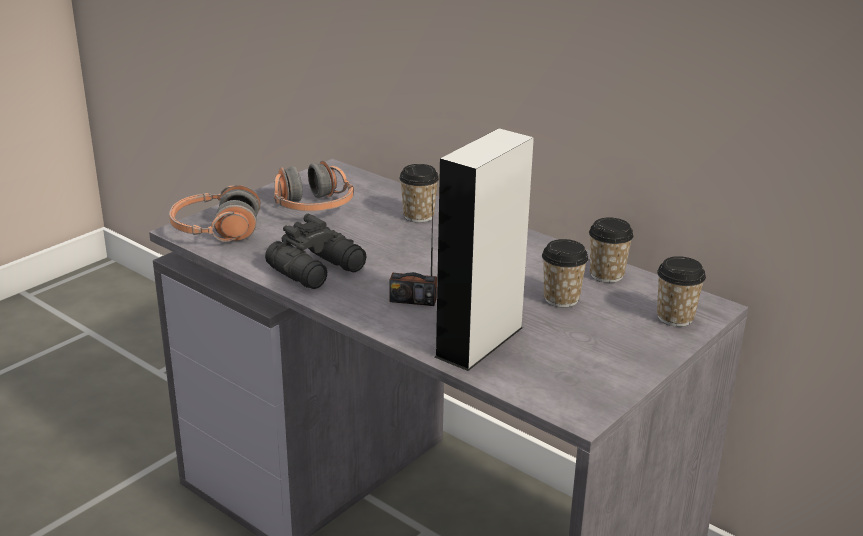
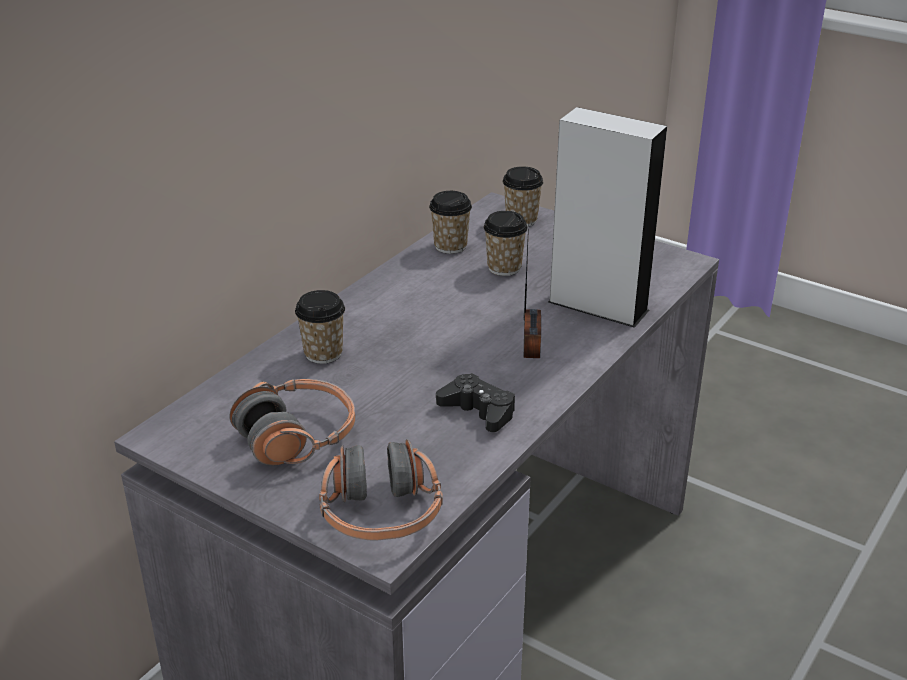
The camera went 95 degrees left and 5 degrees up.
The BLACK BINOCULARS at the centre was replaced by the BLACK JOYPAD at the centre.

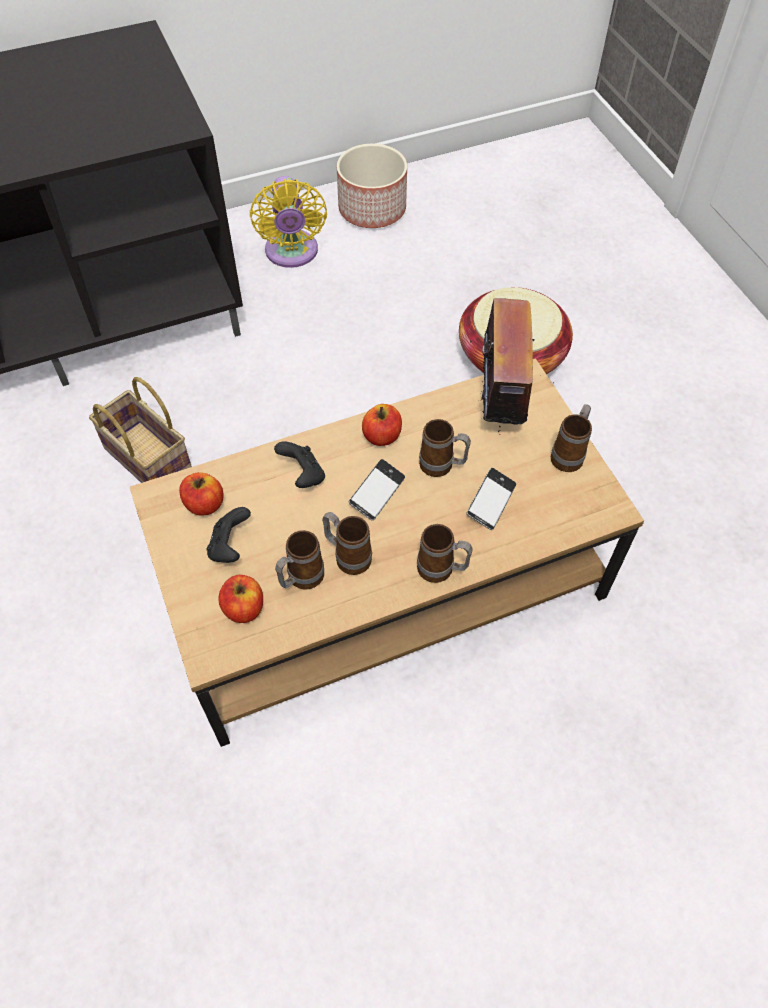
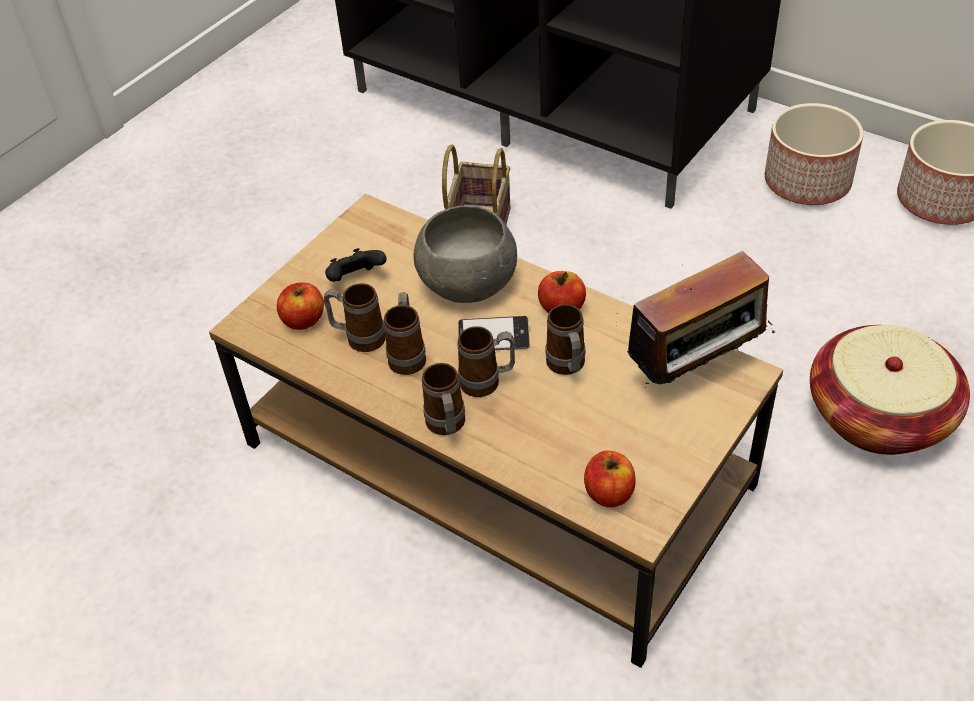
The camera went 60 degrees right and 10 degrees down.
The TELEPHONE (2nd from left) at the centre disappeared.
The APPLE (1st from left in the first image) moved from the middle left to the bottom centre.
The TEA MUG (5th from left in the first image) moved from the middle right to the centre.
The YELLOW-COLOURED FAN at the top centre was replaced by the PLANT POT (1st from left) at the top right.
The BLACK JOYPAD (2nd from left) at the centre was replaced by the GREYISH DEEP DISH at the centre.

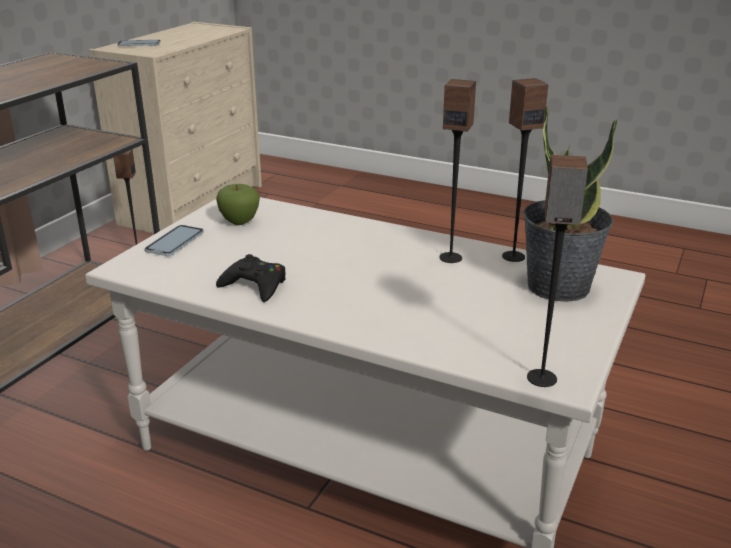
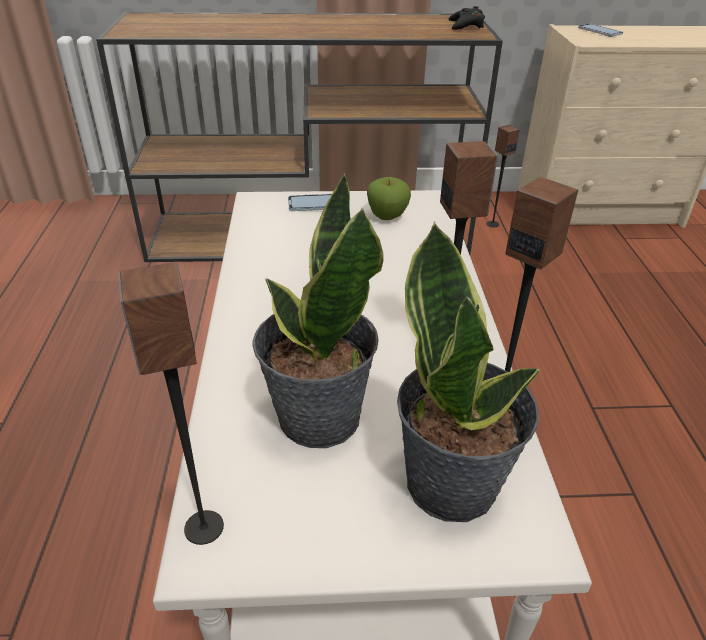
The camera went 60 degrees right and 10 degrees up.
The HOUSEPLANT (1st from left) at the centre appeared.
The BLACK JOYPAD moved from the centre to the top centre.

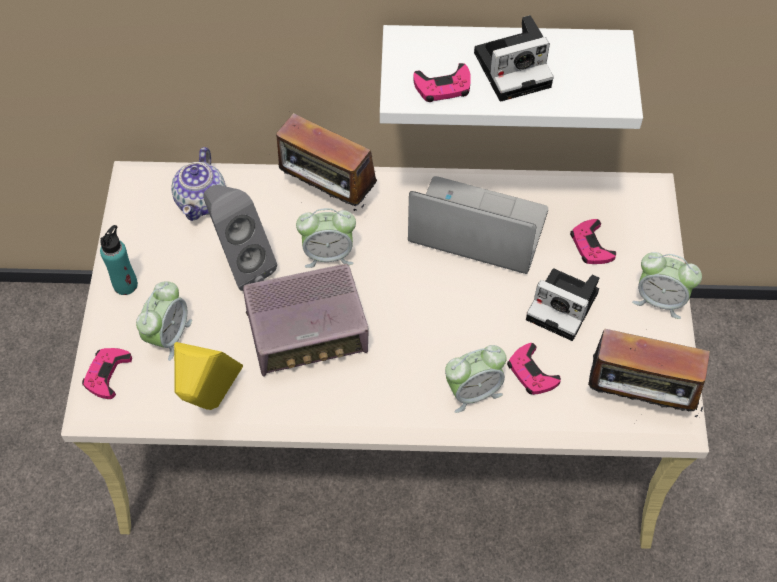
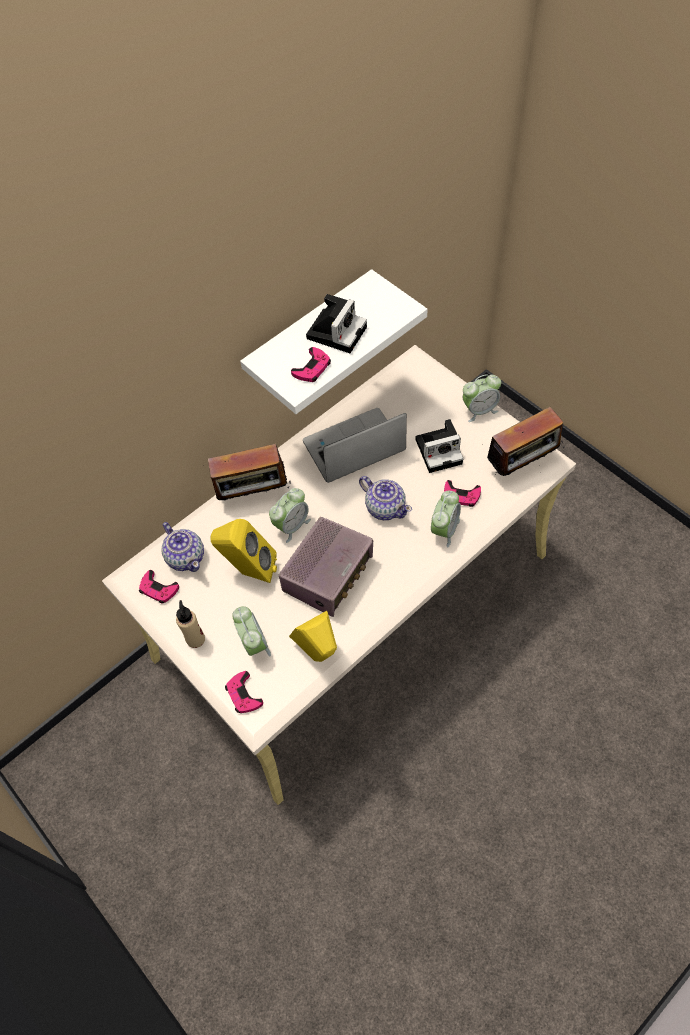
The camera went 40 degrees left and 0 degrees up.
The TEAPOT (2nd from left) at the centre appeared.
The PINK-COLOURED JOYPAD (4th from left in the first image) moved from the middle right to the middle left.
The BLUE-GREEN BOTTLE at the middle left became the BEIGE-COLOURED BOTTLE at the middle left.
The GREYISH SPEAKER at the middle left became the YELLOW-COLOURED SPEAKER (1st from left) at the centre.

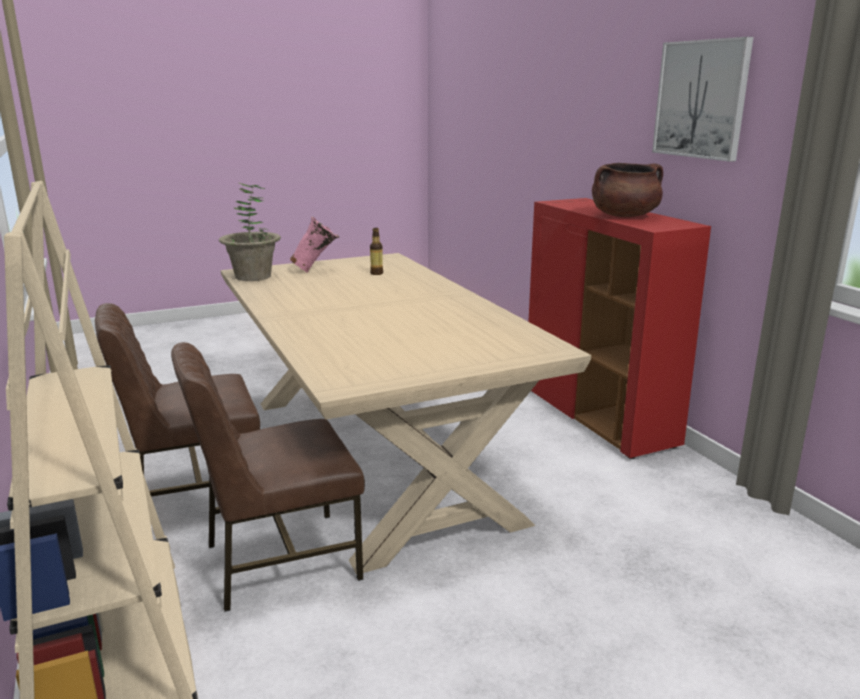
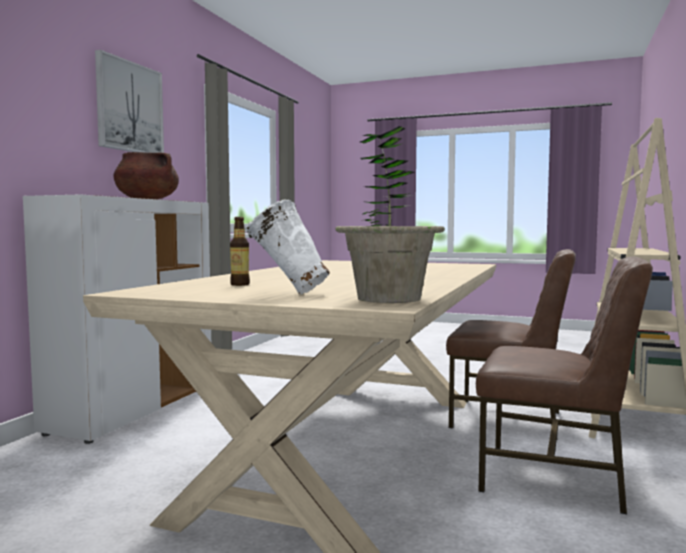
The camera went 135 degrees left and 15 degrees down.
The PINK-COLOURED VASE at the centre became the WHITISH VASE at the centre.
The REDDISH CUPBOARD at the middle right became the WHITISH CUPBOARD at the middle left.

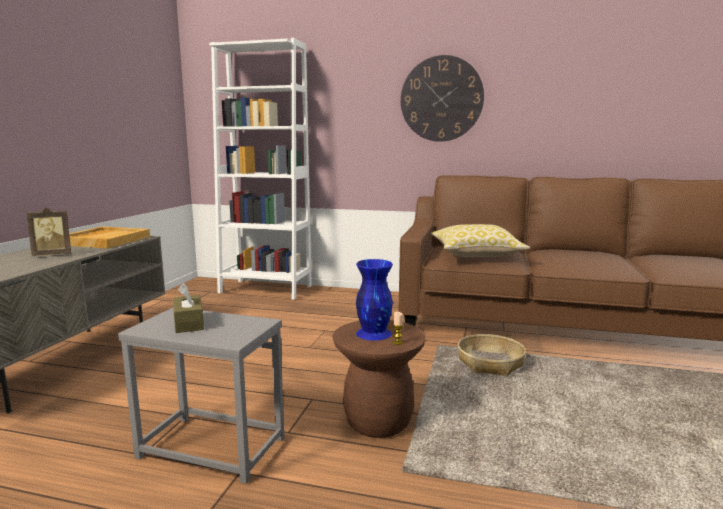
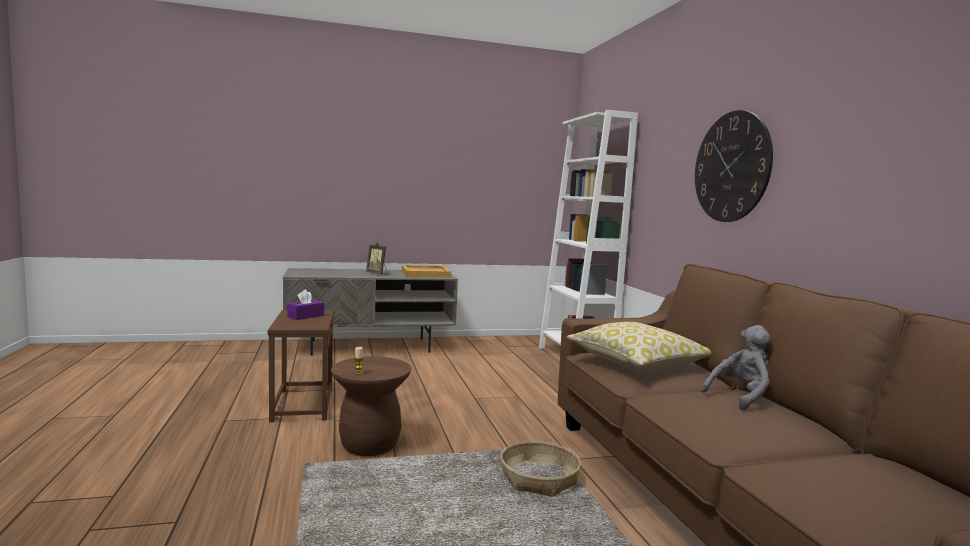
The camera went 60 degrees right and 5 degrees down.
The BLUISH VASE at the centre disappeared.
The GREYISH PLUSH TOY at the bottom right appeared.
The GREYISH ACCENT TABLE at the bottom left became the BROWN ACCENT TABLE at the bottom left.
The BROWN TISSUE BOX at the middle left became the PURPLE TISSUE BOX at the middle left.

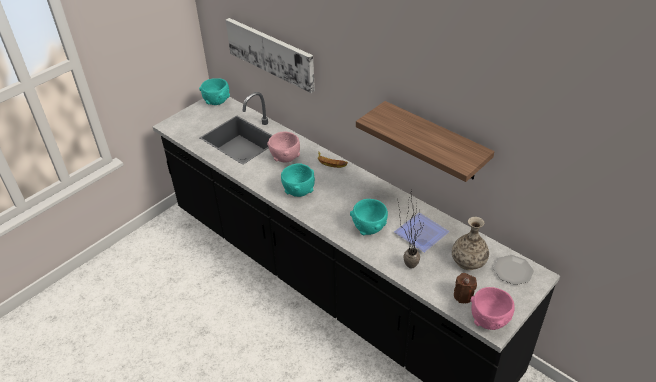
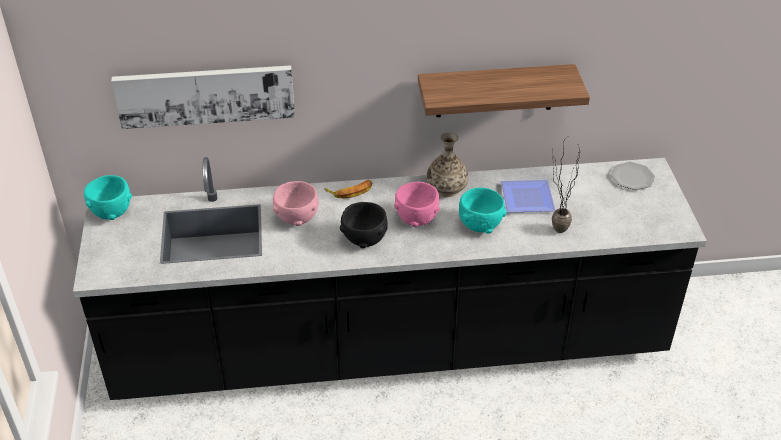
The camera went 50 degrees left and 0 degrees up.
The BROWN CANDLE at the bottom right disappeared.
The VASE moved from the middle right to the centre.
The PINK-COLOURED DEEP DISH (2nd from left) moved from the bottom right to the centre.
The BLUE-GREEN DEEP DISH (2nd from left) at the centre became the BLACK DEEP DISH at the centre.

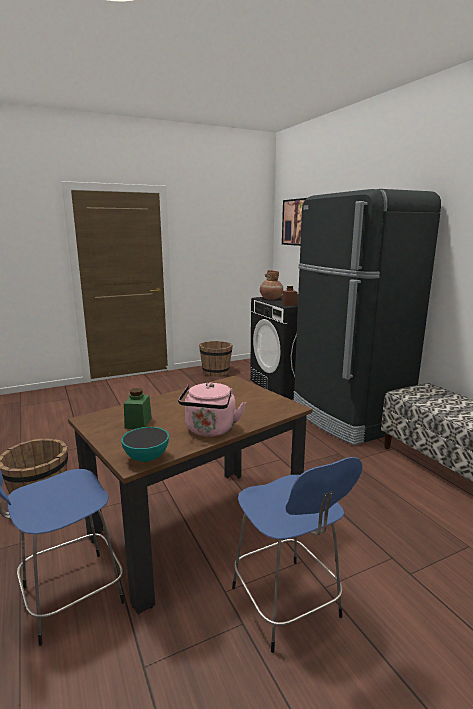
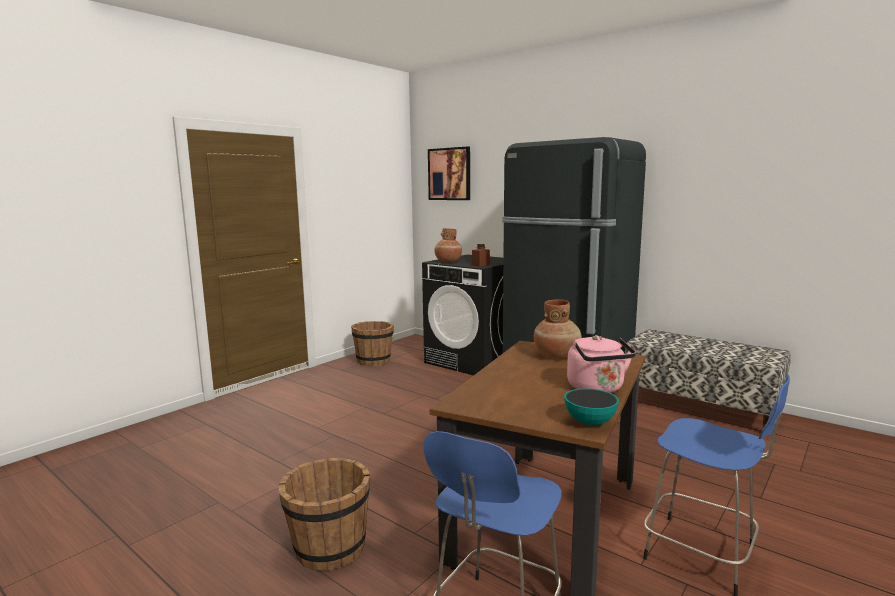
The camera went 25 degrees left and 5 degrees down.
The GREEN PRESERVE JAR at the middle left disappeared.
The BROWN VASE (2nd from left) at the centre appeared.

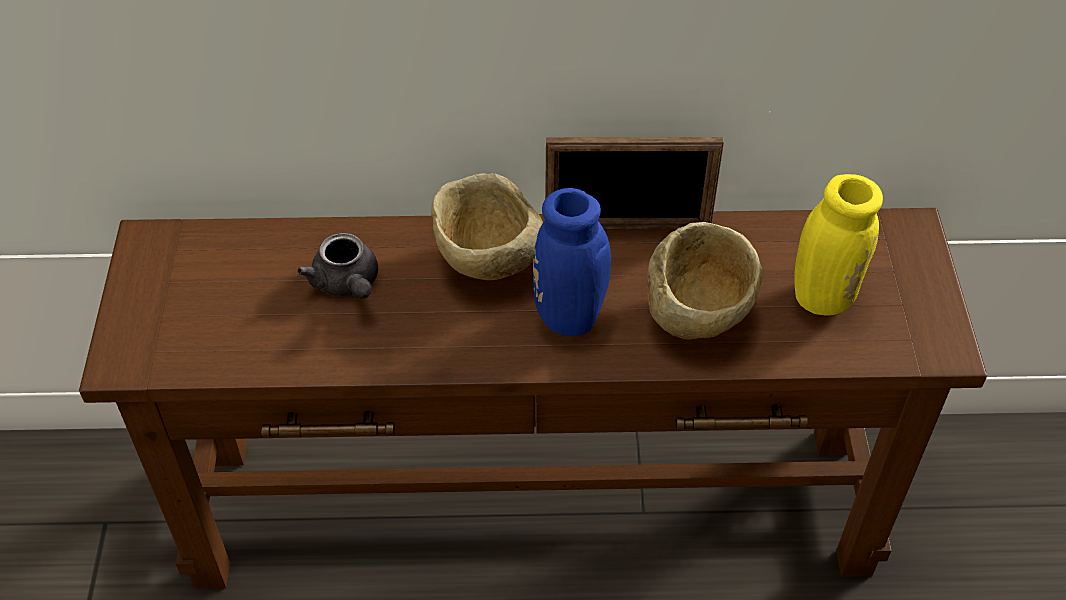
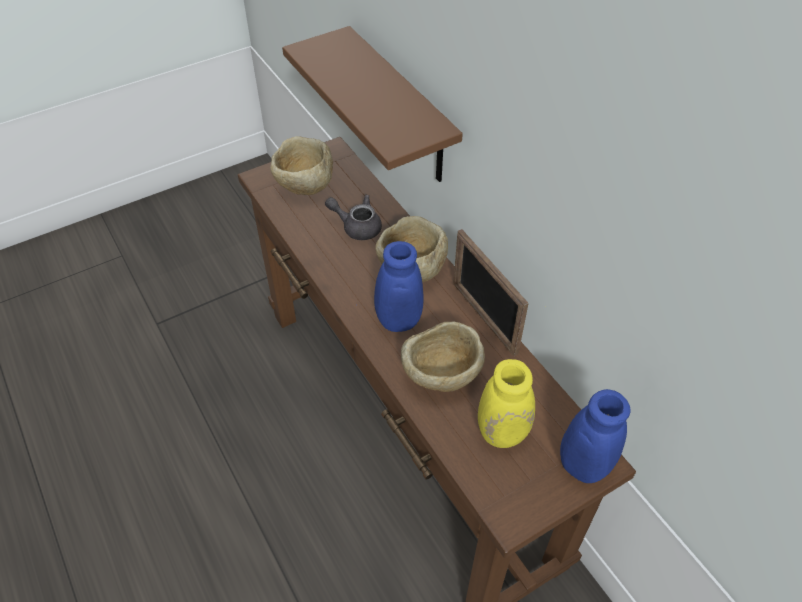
The camera went 60 degrees right and 0 degrees up.
The BEIGE-COLOURED DEEP DISH (1st from left) at the top centre appeared.
The BROWN BRACKET SHELF at the top centre appeared.
The BLUISH VASE (2nd from left) at the bottom right appeared.
The GREYISH TEAPOT at the middle left turned 75 degrees clockwise.

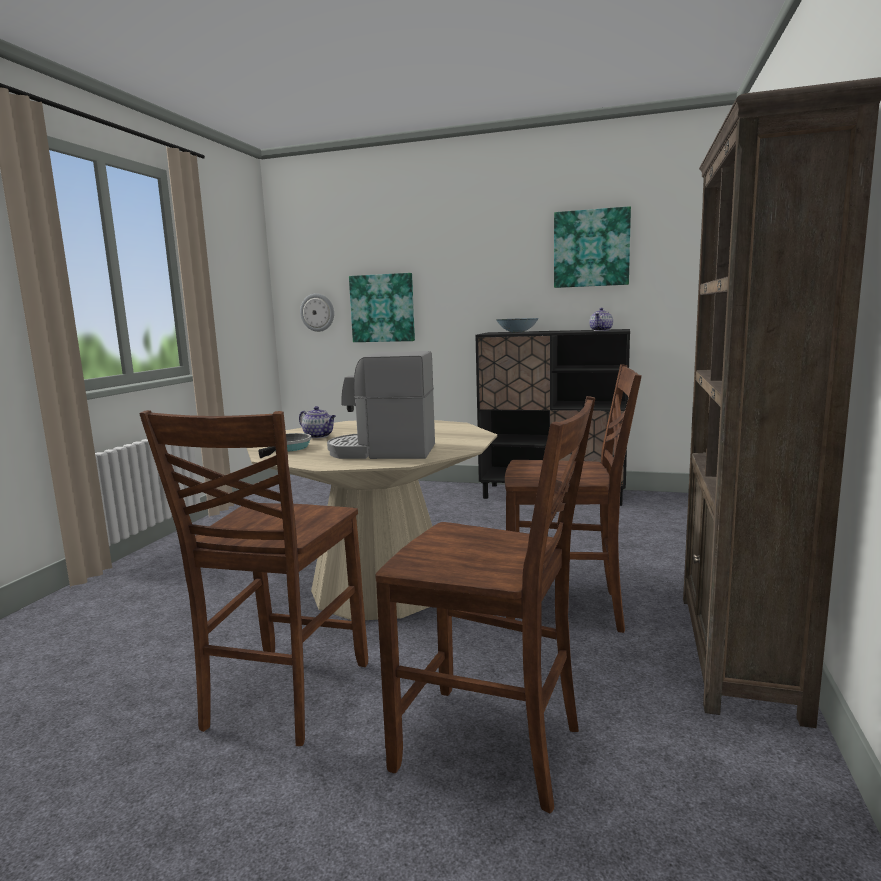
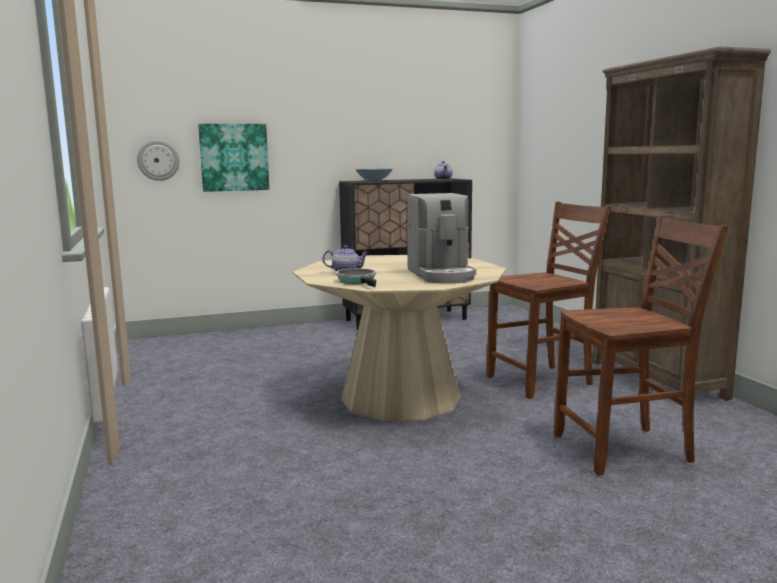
The camera went 35 degrees left and 0 degrees up.
The BROWN PLAIN CHAIR (1st from left) at the middle left disappeared.
The PICTURE (2nd from left) at the top right disappeared.
The COFFEE BREWER at the centre turned 75 degrees counterclockwise.

